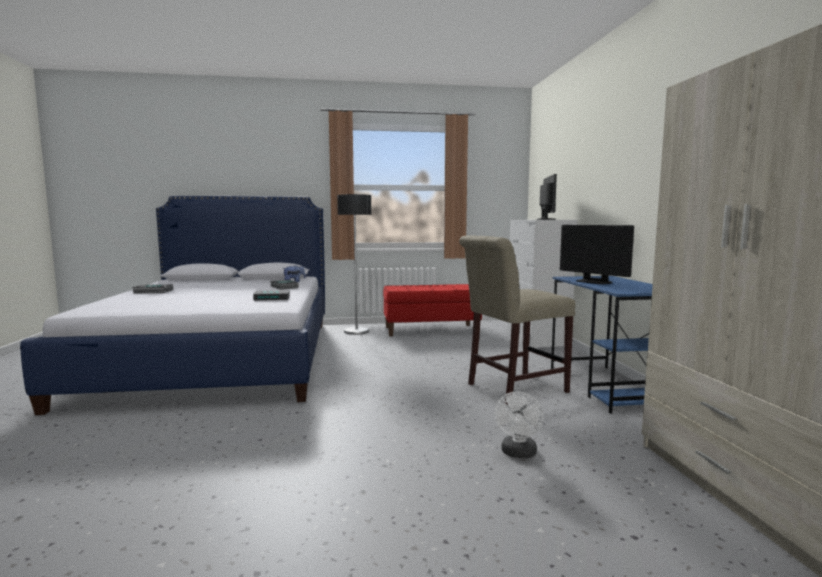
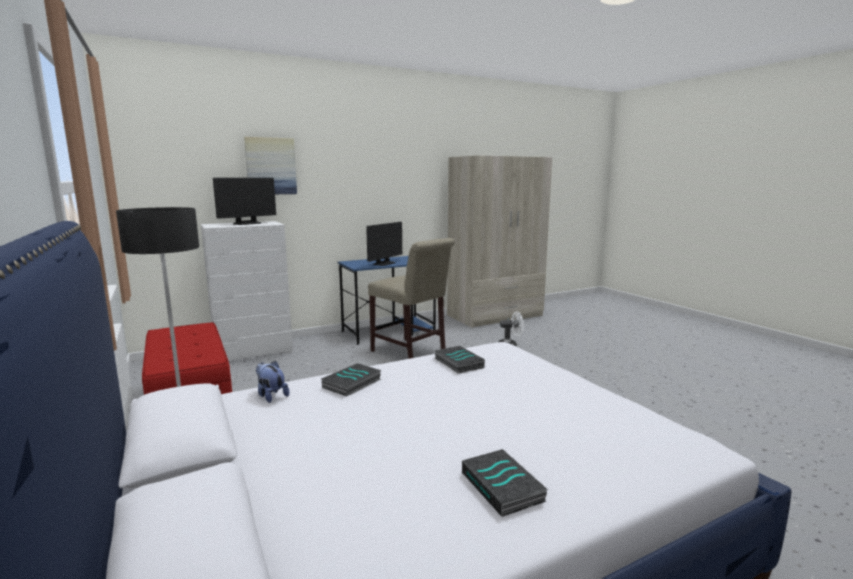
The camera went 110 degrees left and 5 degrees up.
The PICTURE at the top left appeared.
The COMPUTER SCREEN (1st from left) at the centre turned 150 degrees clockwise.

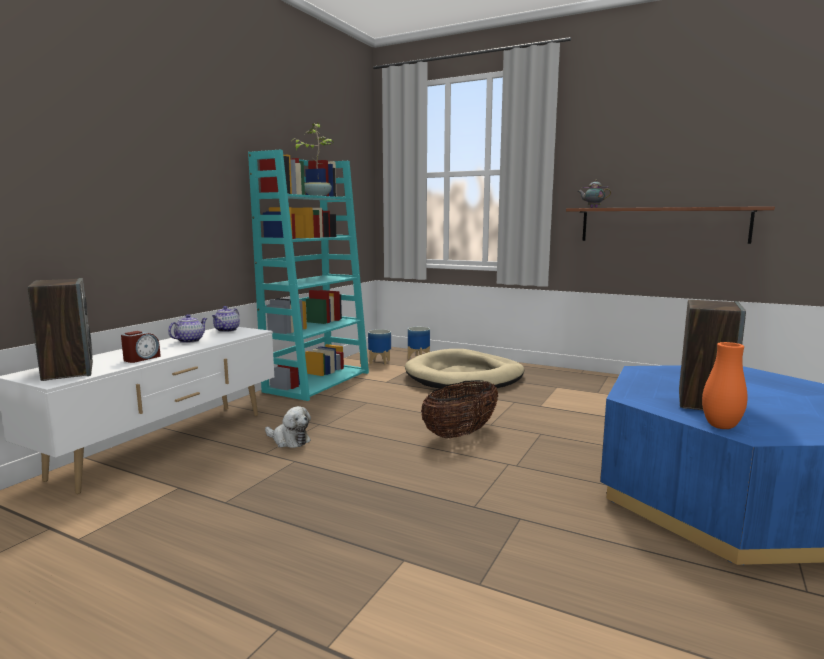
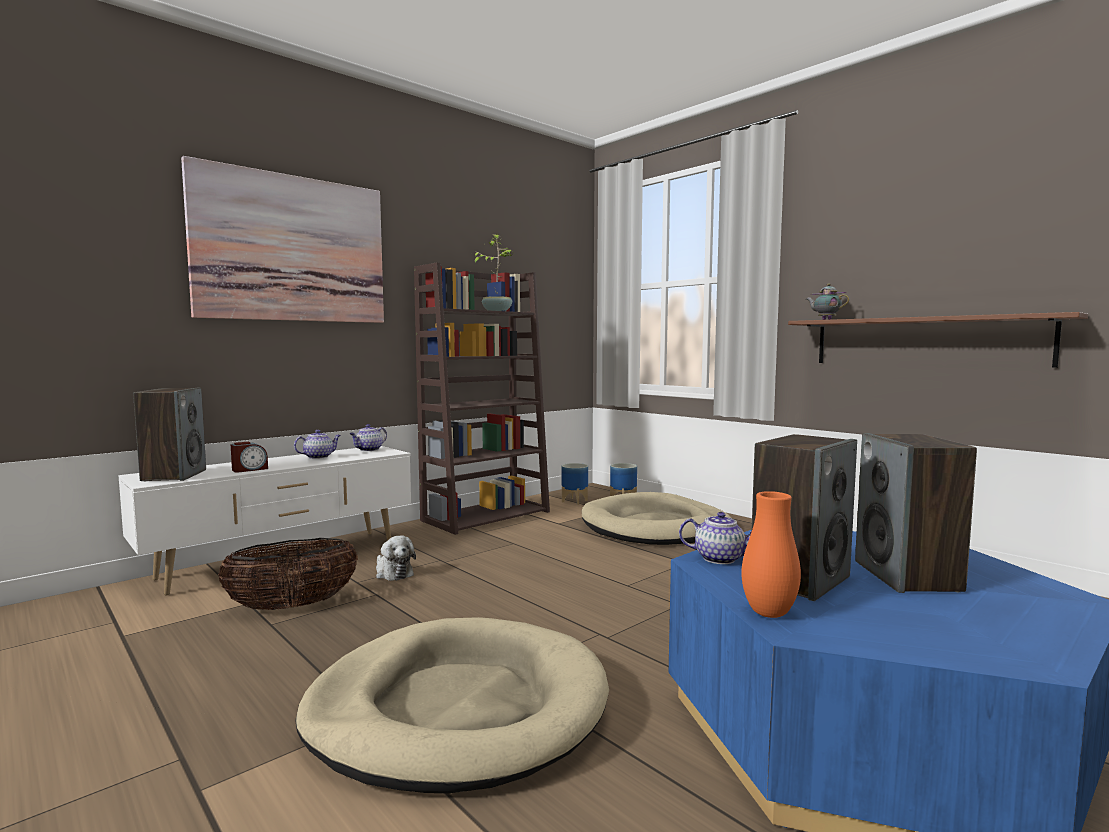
The camera went 20 degrees right and 5 degrees down.
The PICTURE at the top left appeared.
The BEIGE-COLOURED DOG BED (1st from left) at the bottom centre appeared.
The TEAPOT (3rd from left) at the centre appeared.
The SPEAKER (3rd from left) at the middle right appeared.
The STORAGE BASKET moved from the centre to the bottom left.
The BLUE-GREEN BOOKCASE at the centre became the BROWN BOOKCASE at the centre.

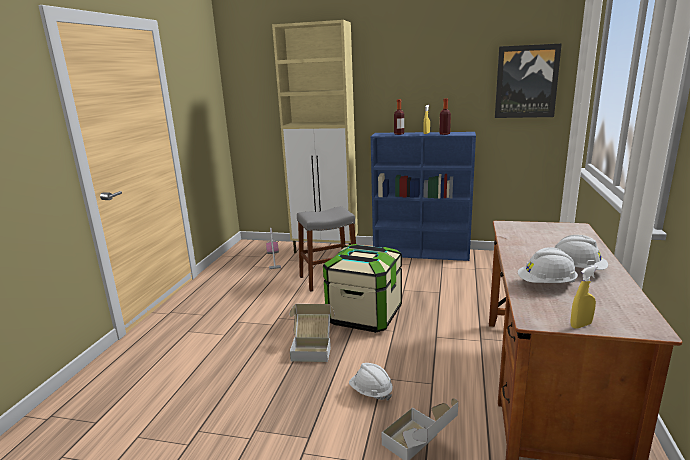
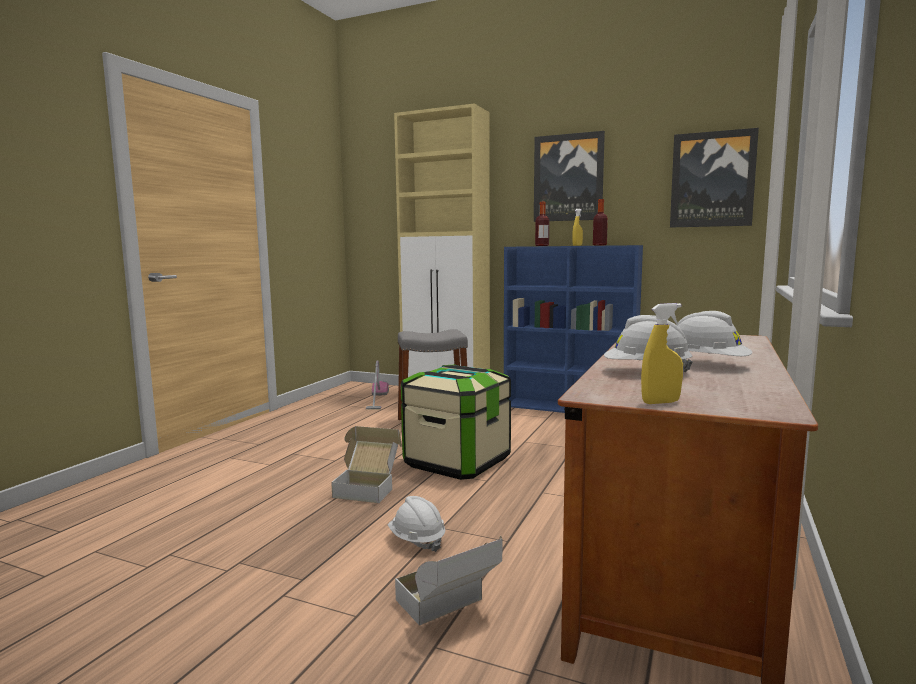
The camera went 10 degrees right and 10 degrees down.
The PICTURE (1st from left) at the top centre appeared.

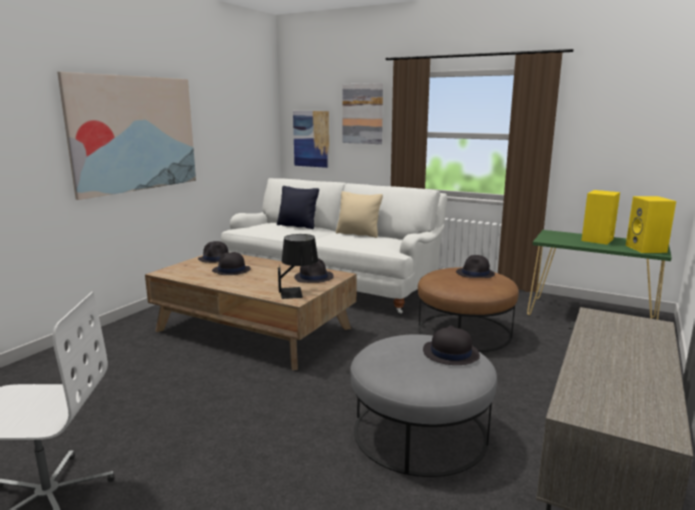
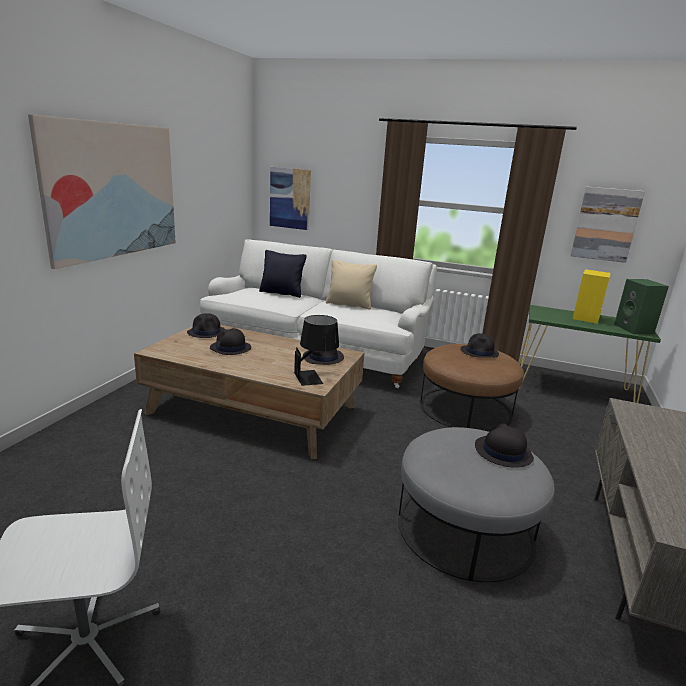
The camera went 10 degrees left and 5 degrees up.
The PICTURE (3rd from left) moved from the top centre to the top right.
The YELLOW-COLOURED SPEAKER (2nd from left) at the middle right became the GREEN SPEAKER at the middle right.

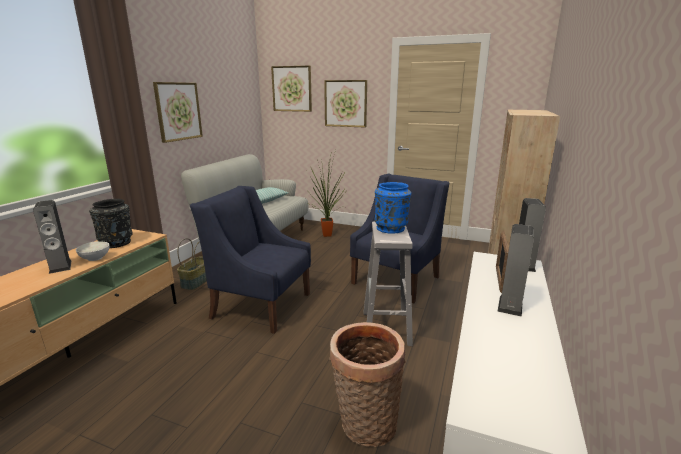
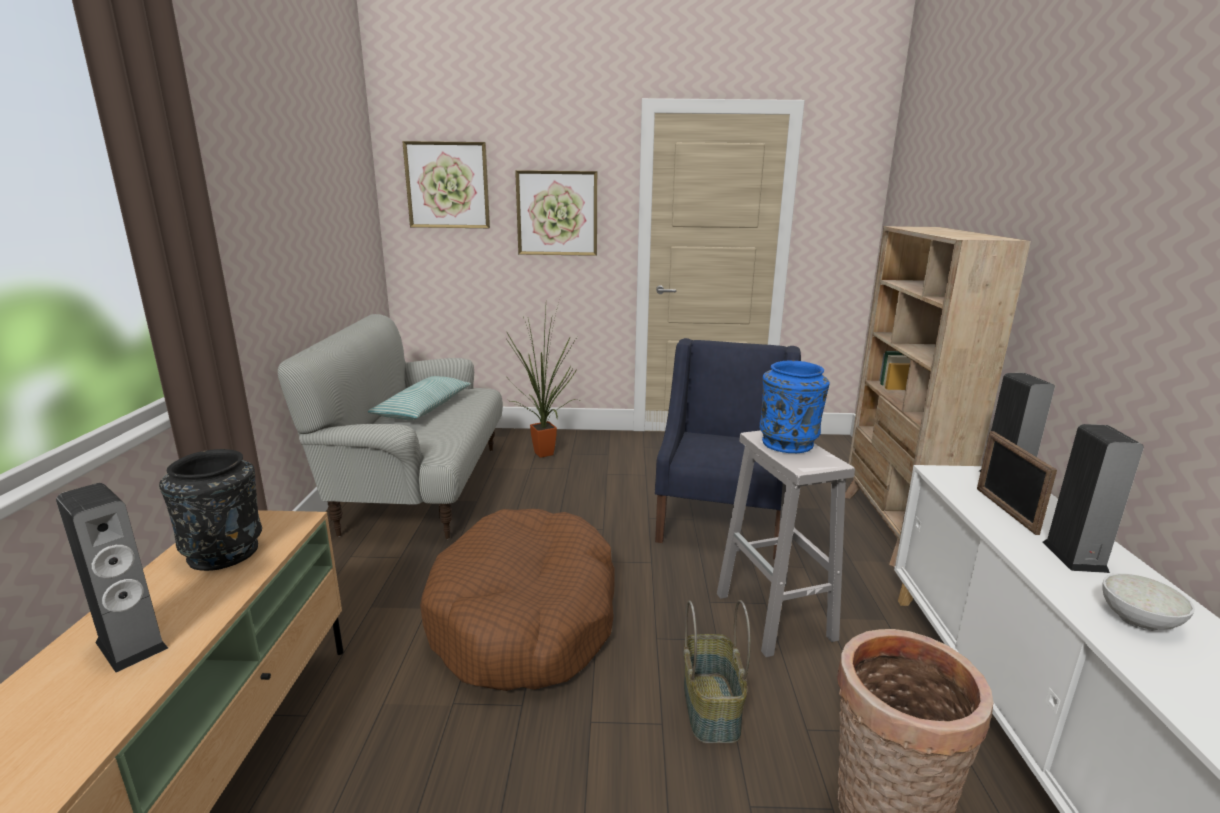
The camera went 20 degrees left and 0 degrees up.
The PICTURE (1st from left) at the top left disappeared.
The WHITISH DEEP DISH moved from the middle left to the bottom right.
The STORAGE BASKET (1st from left) moved from the middle left to the bottom centre.
The BLUISH LOUNGE CHAIR (1st from left) at the centre was replaced by the BROWN DOG BED at the bottom centre.

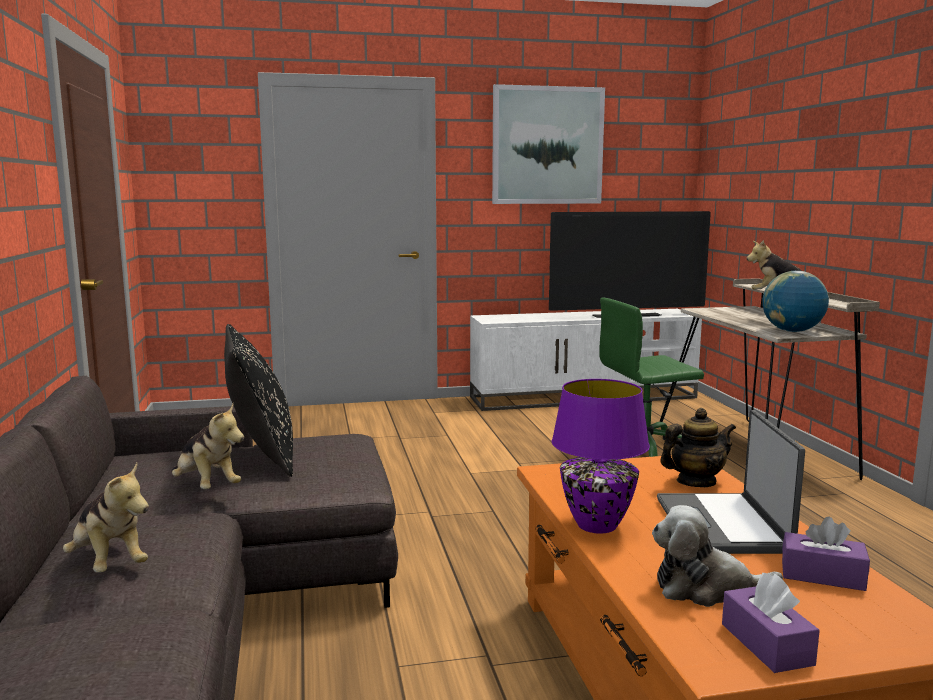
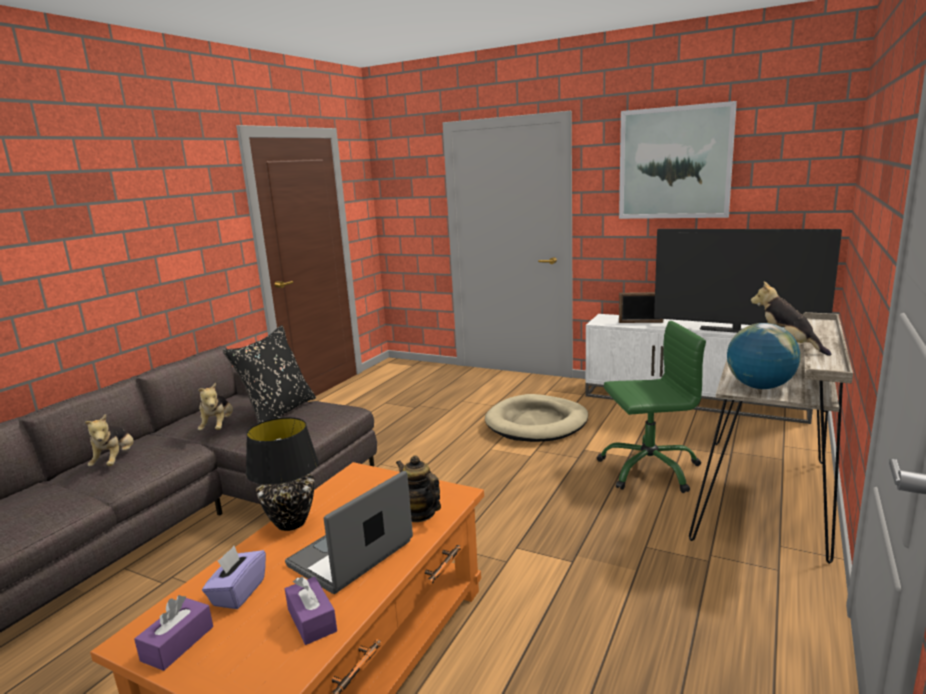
The camera went 40 degrees right and 5 degrees up.
The BEIGE-COLOURED DOG BED at the centre appeared.
The STANDING FRAME at the middle right appeared.
The PLUSH TOY (3rd from left) at the bottom right was replaced by the PURPLE TISSUE BOX (2nd from left) at the bottom left.
The PURPLE TABLETOP LAMP at the centre became the BLACK TABLETOP LAMP at the bottom left.
The GREEN OFFICE CHAIR at the middle right turned 150 degrees clockwise.
The TEAPOT at the middle right turned 150 degrees counterclockwise.

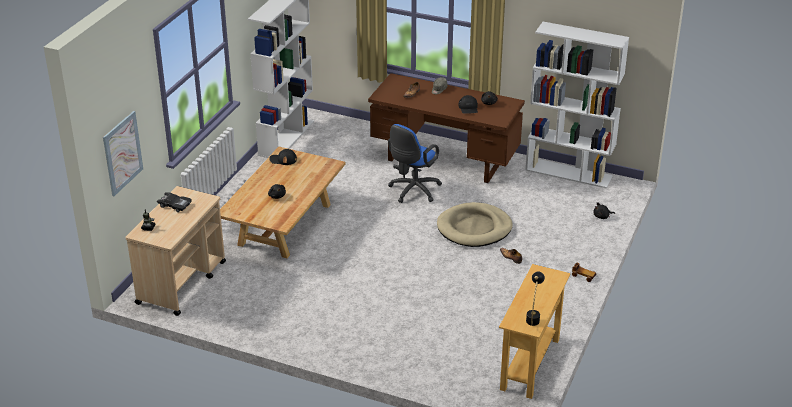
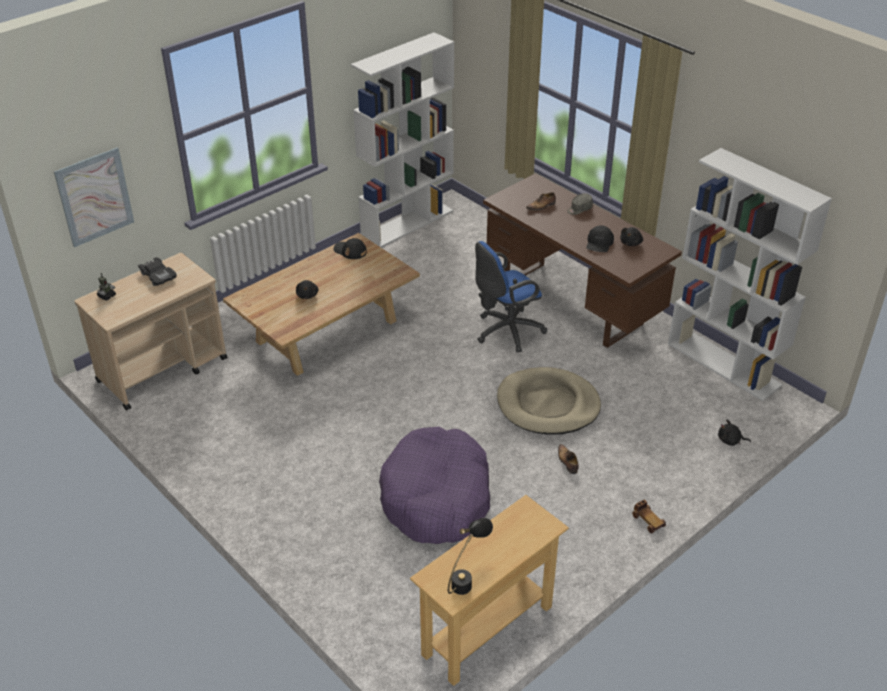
The camera went 25 degrees right and 5 degrees up.
The PURPLE DOG BED at the bottom centre appeared.

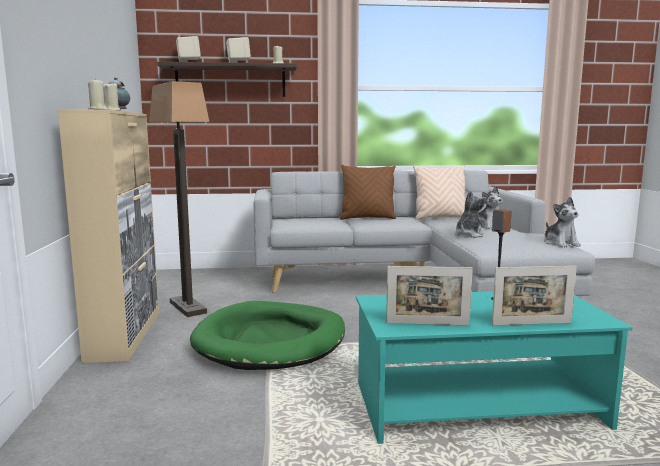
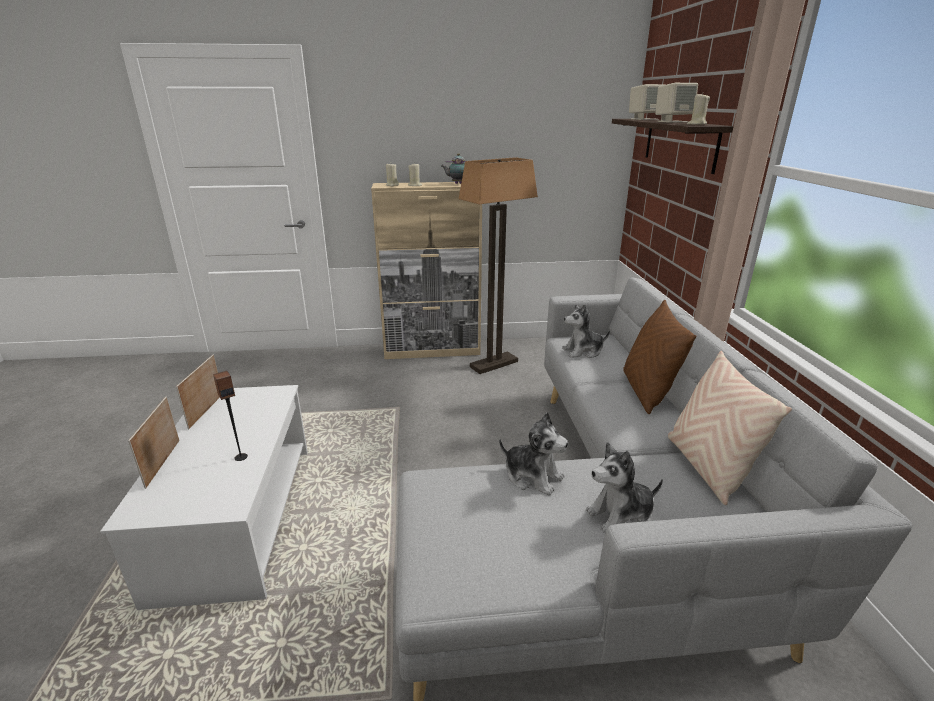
The camera went 90 degrees right and 15 degrees up.
The GREEN DOG BED at the bottom centre disappeared.
The PLUSH TOY (3rd from left in the first image) moved from the middle right to the centre.
The BLUE-GREEN COFFEE TABLE at the bottom right became the WHITISH COFFEE TABLE at the bottom left.

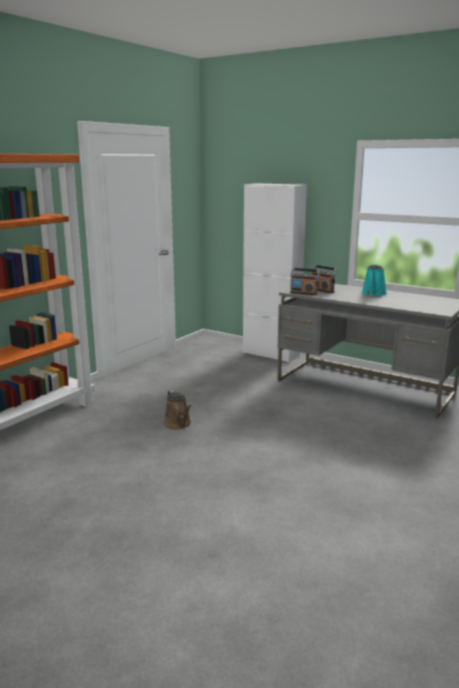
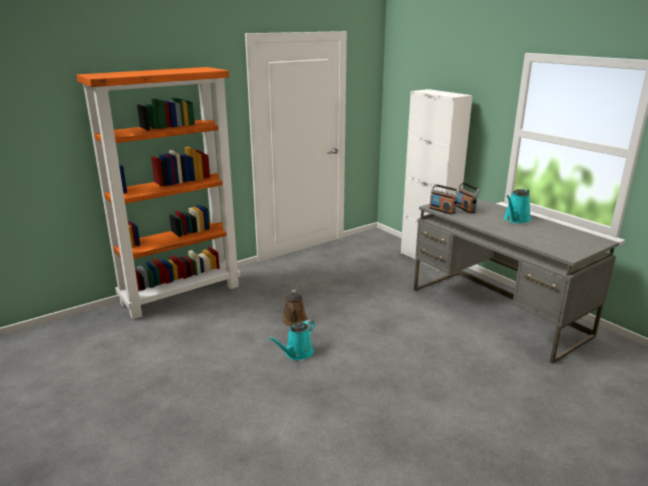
The camera went 20 degrees right and 5 degrees up.
The BLUE-GREEN SPRINKLING CAN (1st from left) at the bottom centre appeared.

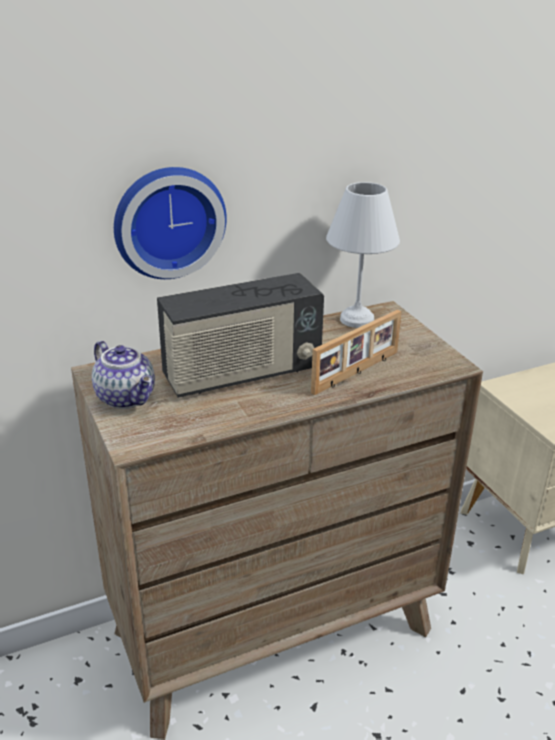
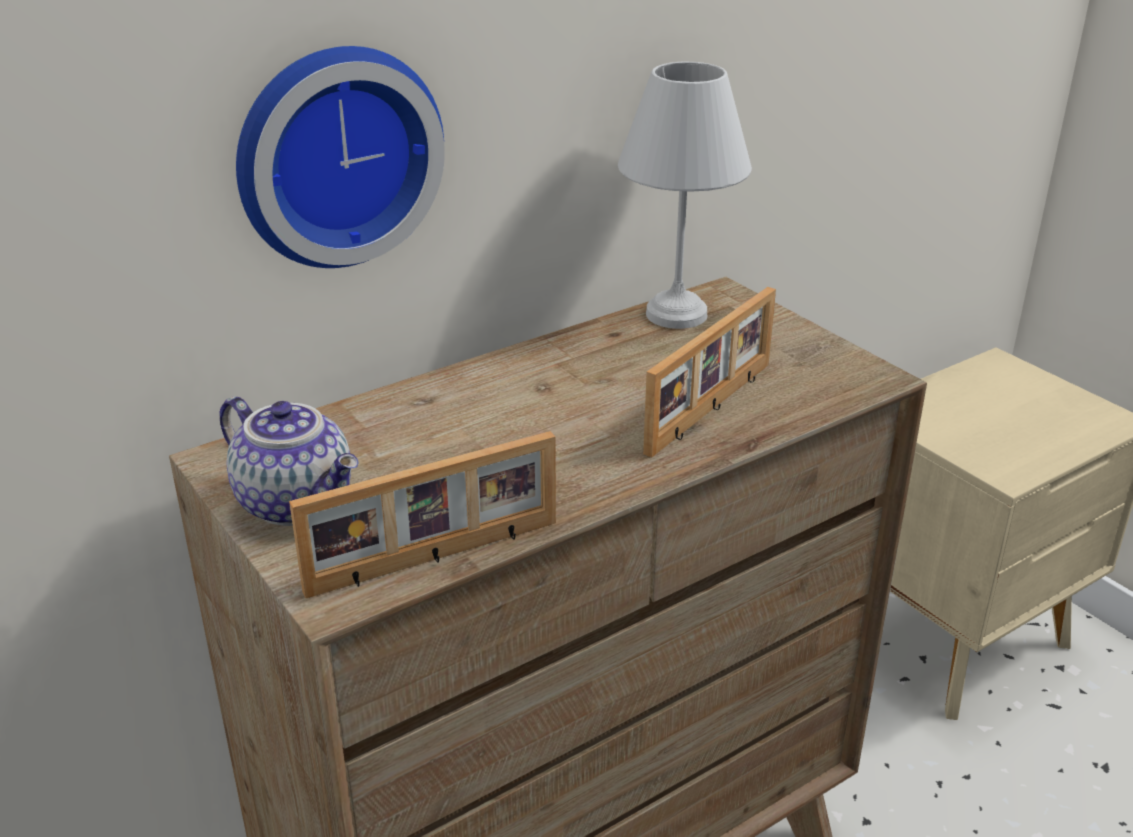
The camera went 10 degrees left and 0 degrees up.
The RADIO RECEIVER at the centre disappeared.
The STANDING FRAME (1st from left) at the centre appeared.

